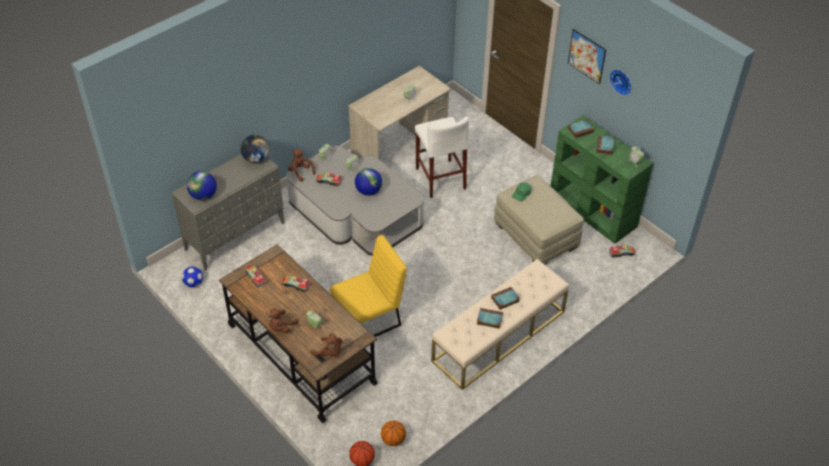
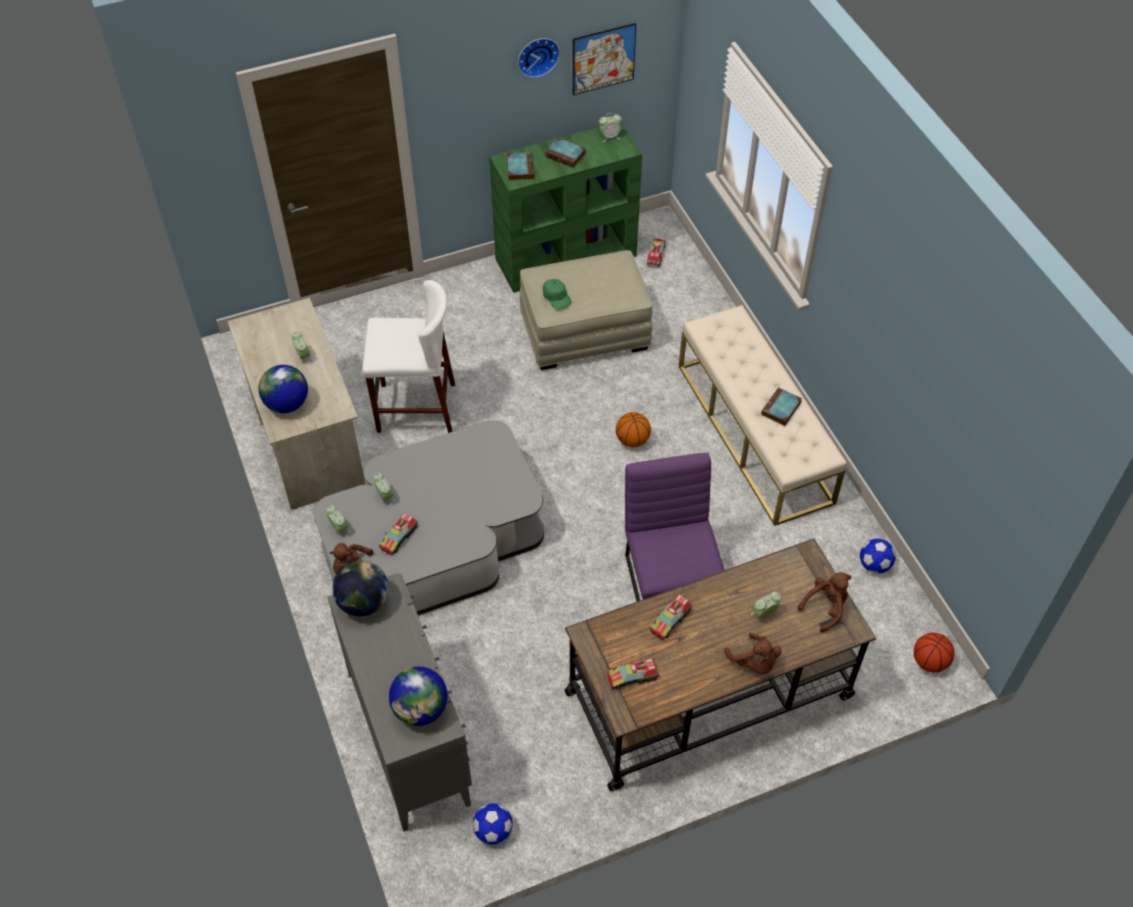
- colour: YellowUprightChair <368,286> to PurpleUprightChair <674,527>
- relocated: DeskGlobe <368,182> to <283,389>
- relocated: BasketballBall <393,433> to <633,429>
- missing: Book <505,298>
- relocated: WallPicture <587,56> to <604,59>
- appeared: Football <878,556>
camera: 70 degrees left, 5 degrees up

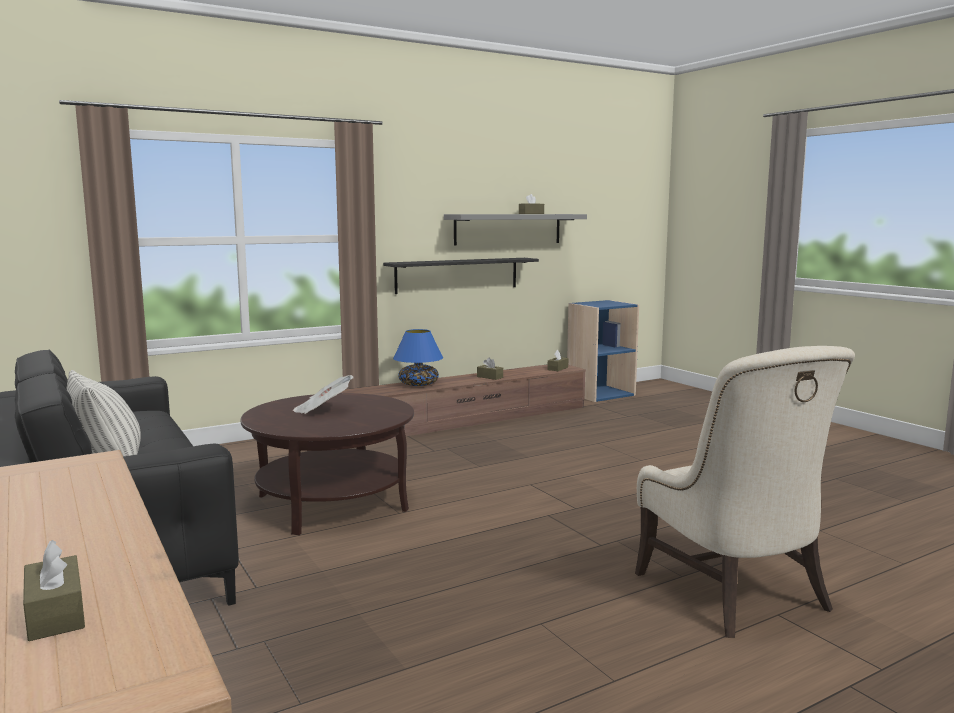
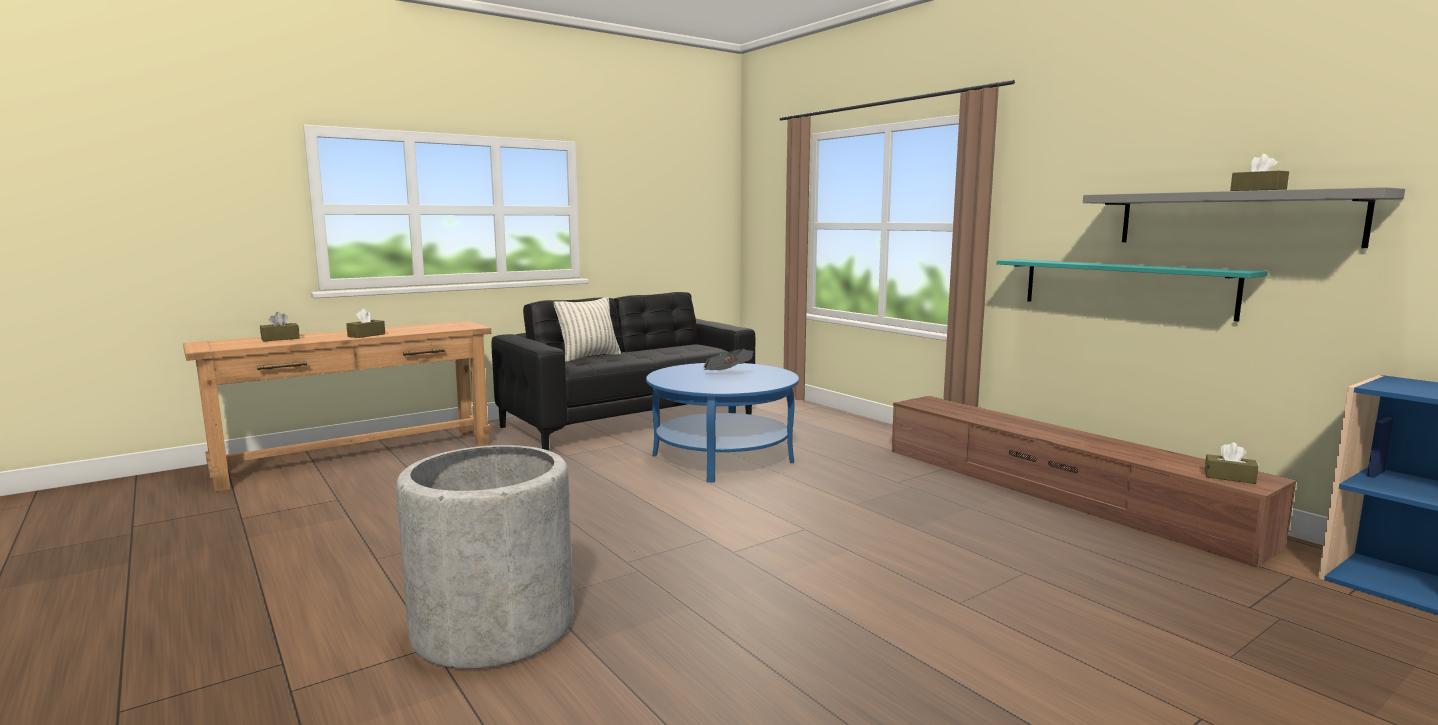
- colour: BrownCoffeeTable <327,464> to BlueColouredCoffeeTable <722,423>
- colour: BlackColouredBracketShelf <461,276> to TurquoiseBracketShelf <1132,290>
- missing: BlueColouredTabletopLamp <418,357>
- relocated: BrownTissueBox <490,368> to <365,323>
- exchanged: BeigeColouredLoungeChair <745,492> to GrayPlantPot <484,557>
camera: 85 degrees right, 0 degrees up

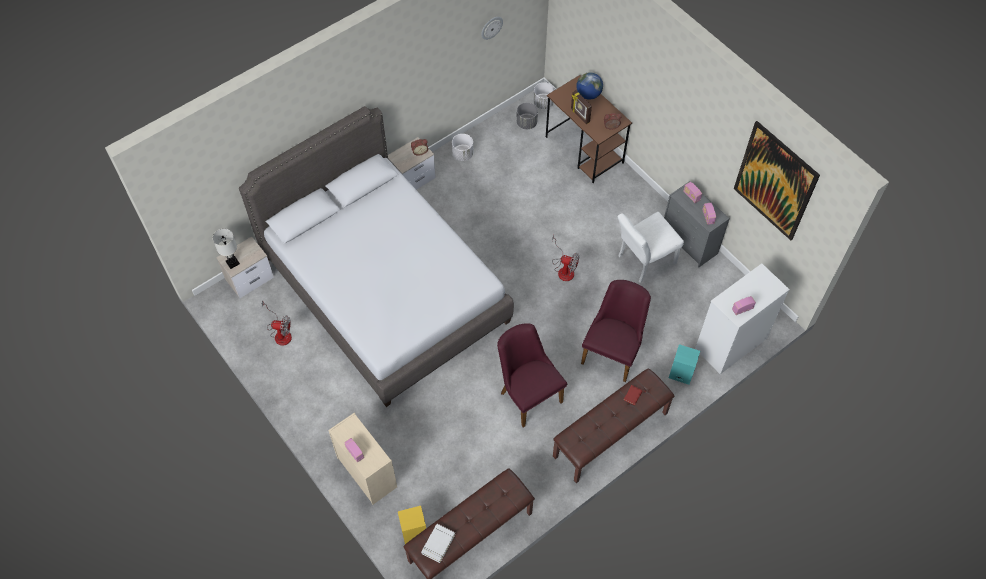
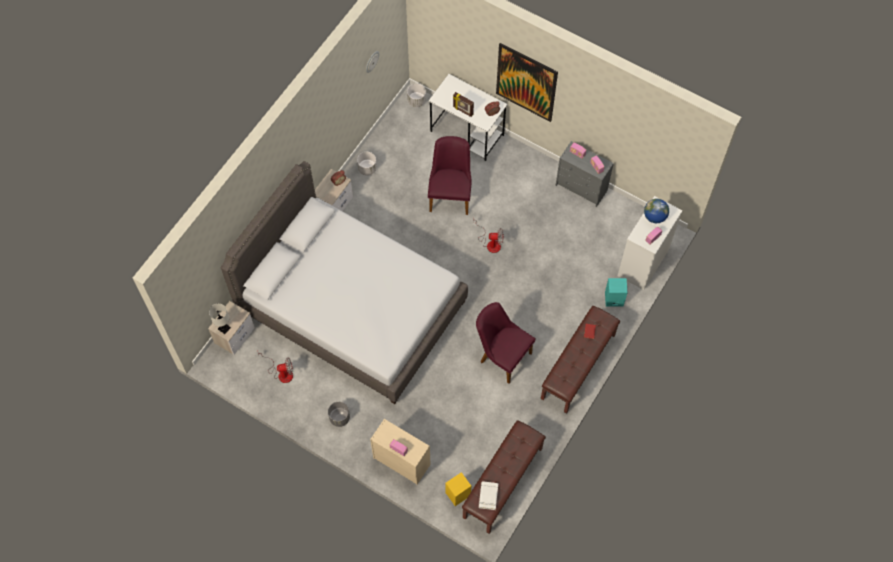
- relocated: GrayPlantPot <527,116> to <339,414>
- colour: BrownDeskUnit <589,129> to WhitishDeskUnit <468,117>
- relocated: DeskGlobe <589,86> to <656,211>
- relocated: PurpleUprightChair <616,331> to <450,175>
- missing: WhitishUprightChair <650,247>
- relocated: WallPicture <777,180> to <527,82>
camera: 20 degrees left, 5 degrees up

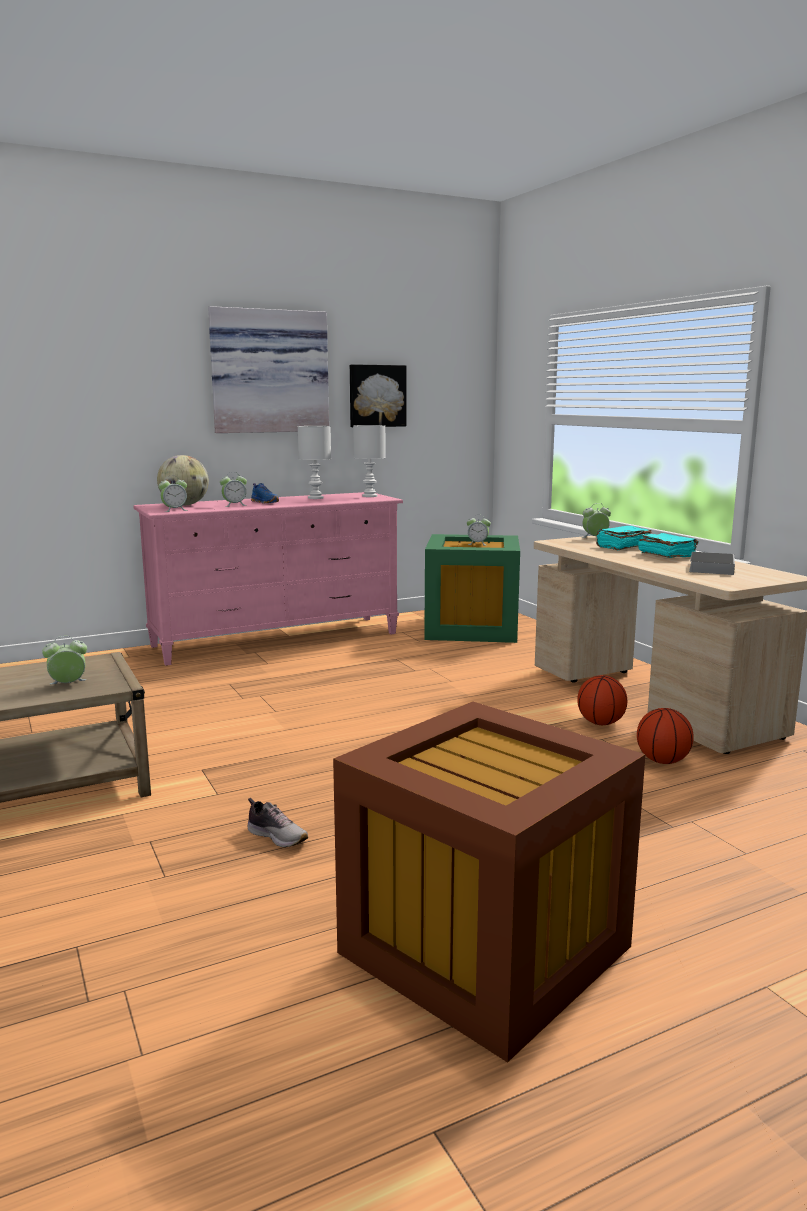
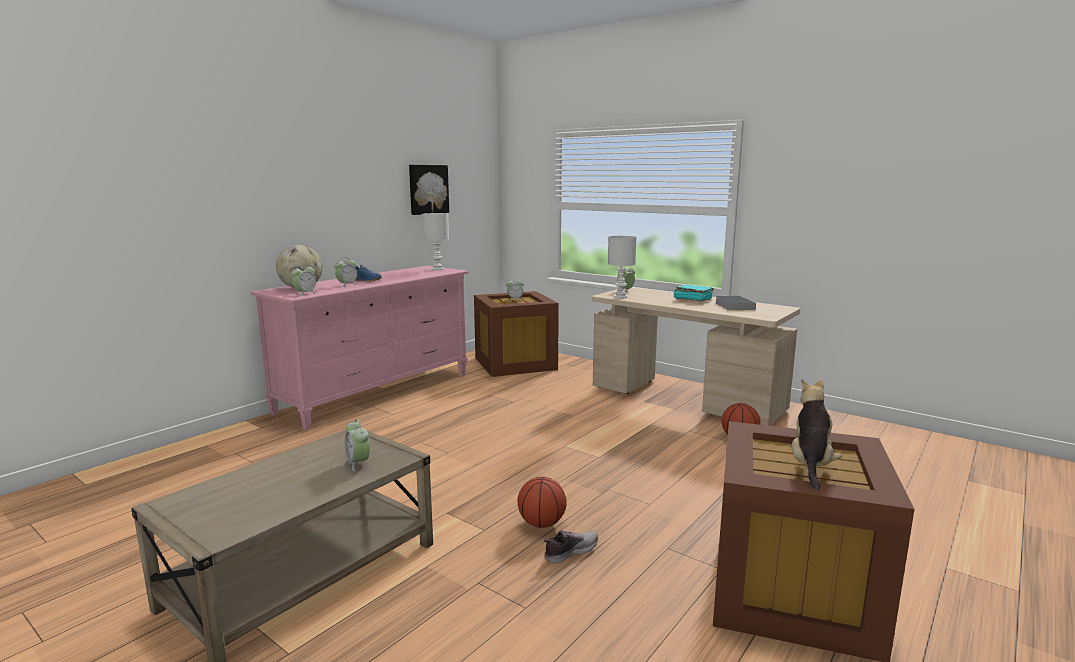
- spun: AlarmClock <64,660> = <357,445> 75 degrees counterclockwise
- missing: WallPicture <268,369>
- spun: Shoe <278,822> = <571,546> 45 degrees counterclockwise
- relocated: WhitishTabletopLamp <314,462> to <622,267>
- colour: GreenColouredStorageBox <472,588> to BrownStorageBox <516,334>
- relocated: BasketballBall <602,700> to <542,502>
- missing: TurquoiseBook <624,538>
- appeared: PlushToy <817,434>
camera: 25 degrees left, 0 degrees up

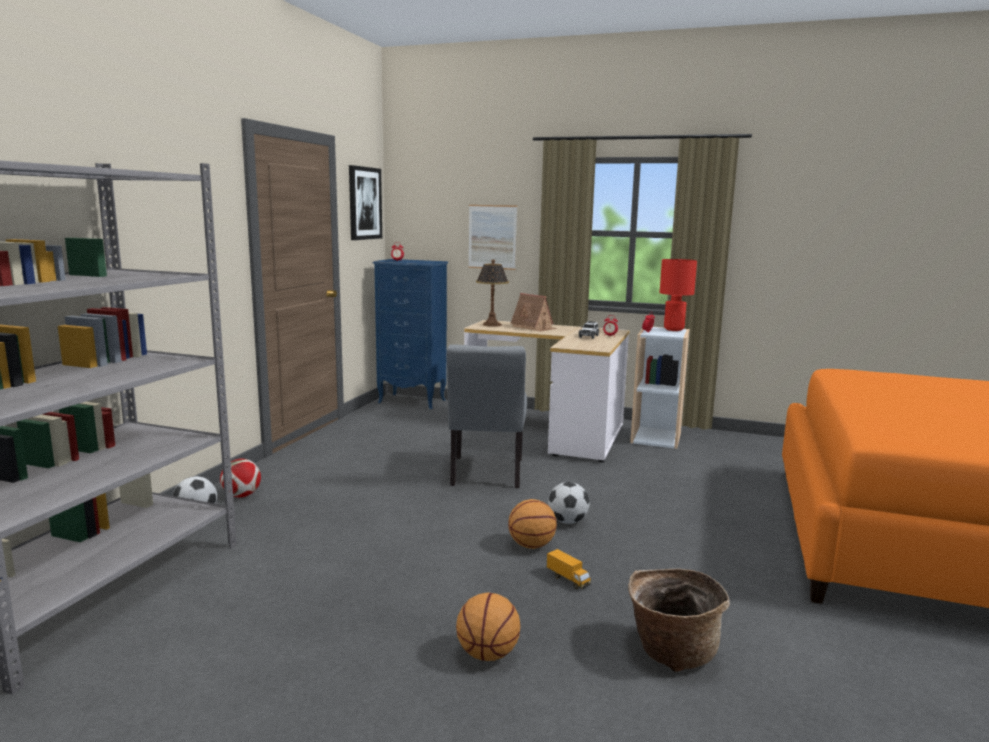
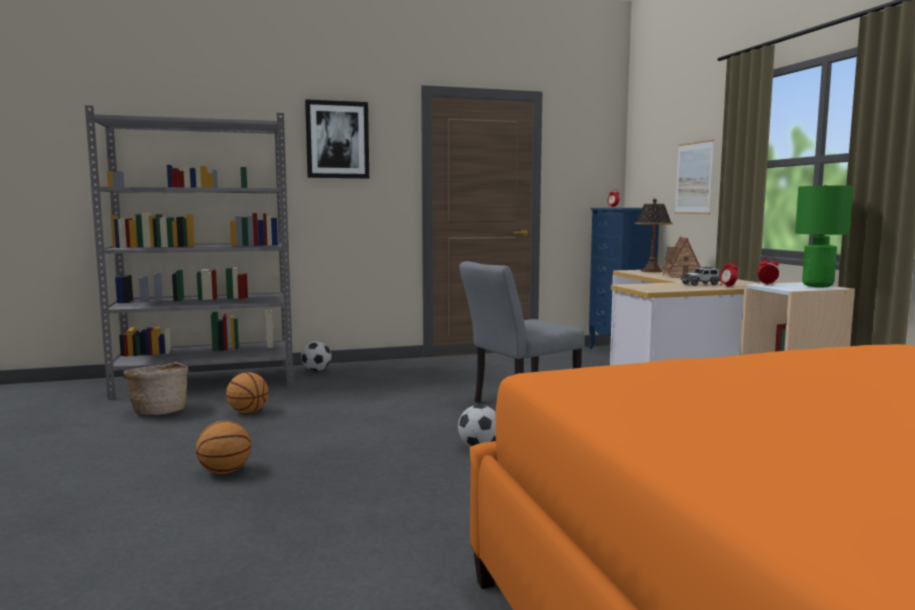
- missing: Football <240,478>
- relocated: WallPicture <365,202> to <337,138>
- relocated: BasketballBall <532,524> to <247,392>
- missing: ModelTruck <569,569>
- relocated: HouseholdBasket <679,620> to <155,388>
- colour: RedColouredTabletopLamp <678,295> to GreenColouredTabletopLamp <824,236>
camera: 55 degrees right, 5 degrees down

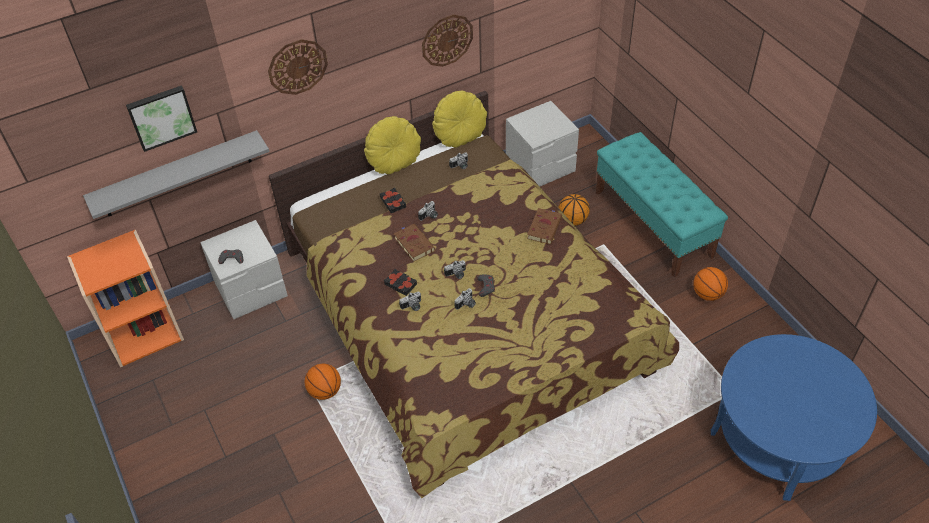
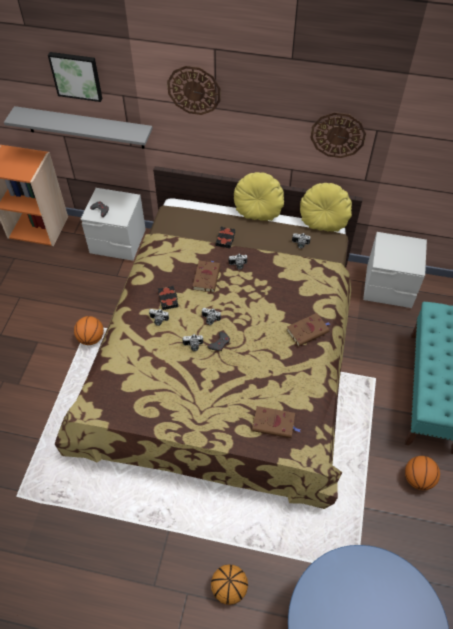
- relocated: BasketballBall <574,210> to <229,584>
- appeared: BrownBook <276,422>
camera: 40 degrees right, 5 degrees up

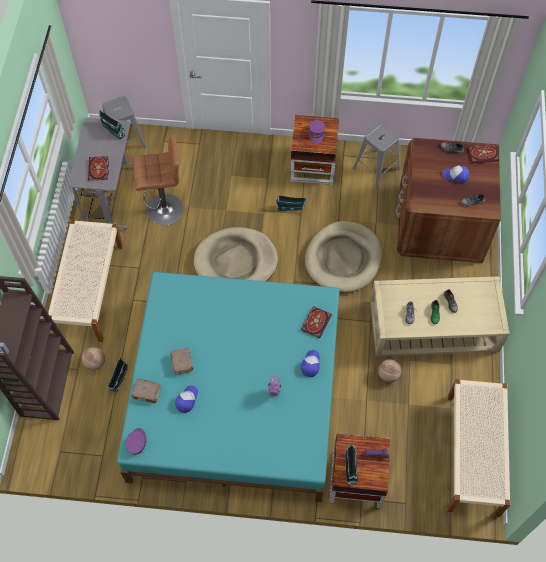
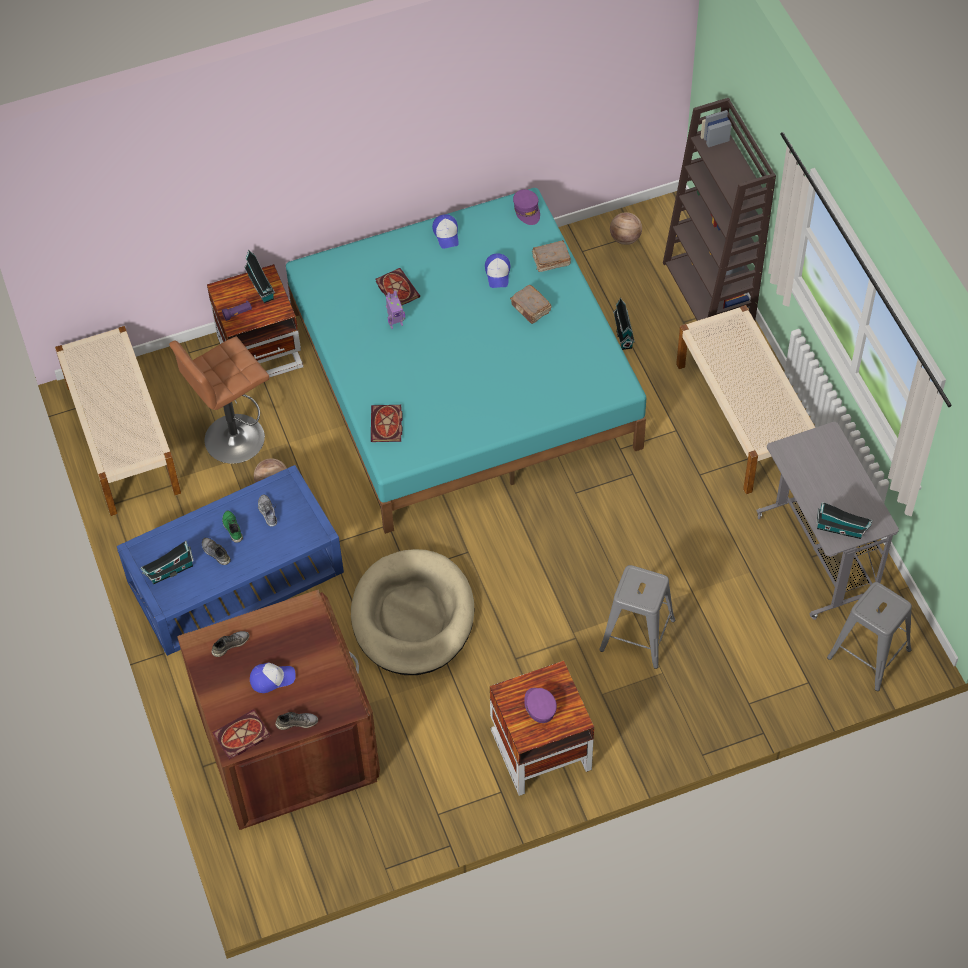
- relocated: BasketballBall <93,358> to <626,228>
- relocated: Book <98,168> to <397,286>
- relocated: BrownStoolSeat <157,179> to <219,400>
- missing: BeigeColouredDogBed <236,254>
- relocated: ModelHouse <291,203> to <167,563>
- relocated: PeakedCap <310,363> to <445,231>
- relocated: GrayStoolSeat <376,156> to <637,617>
- colour: BeigeColouredCoffeeTable <440,316> to BlueColouredCoffeeTable <230,560>
camera: 155 degrees right, 5 degrees down

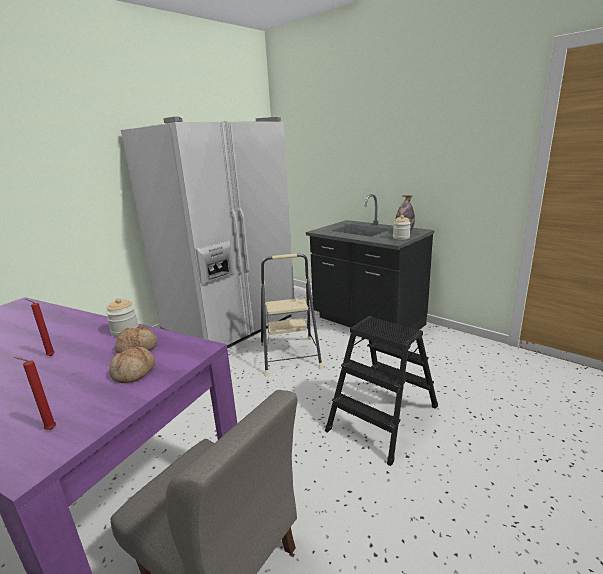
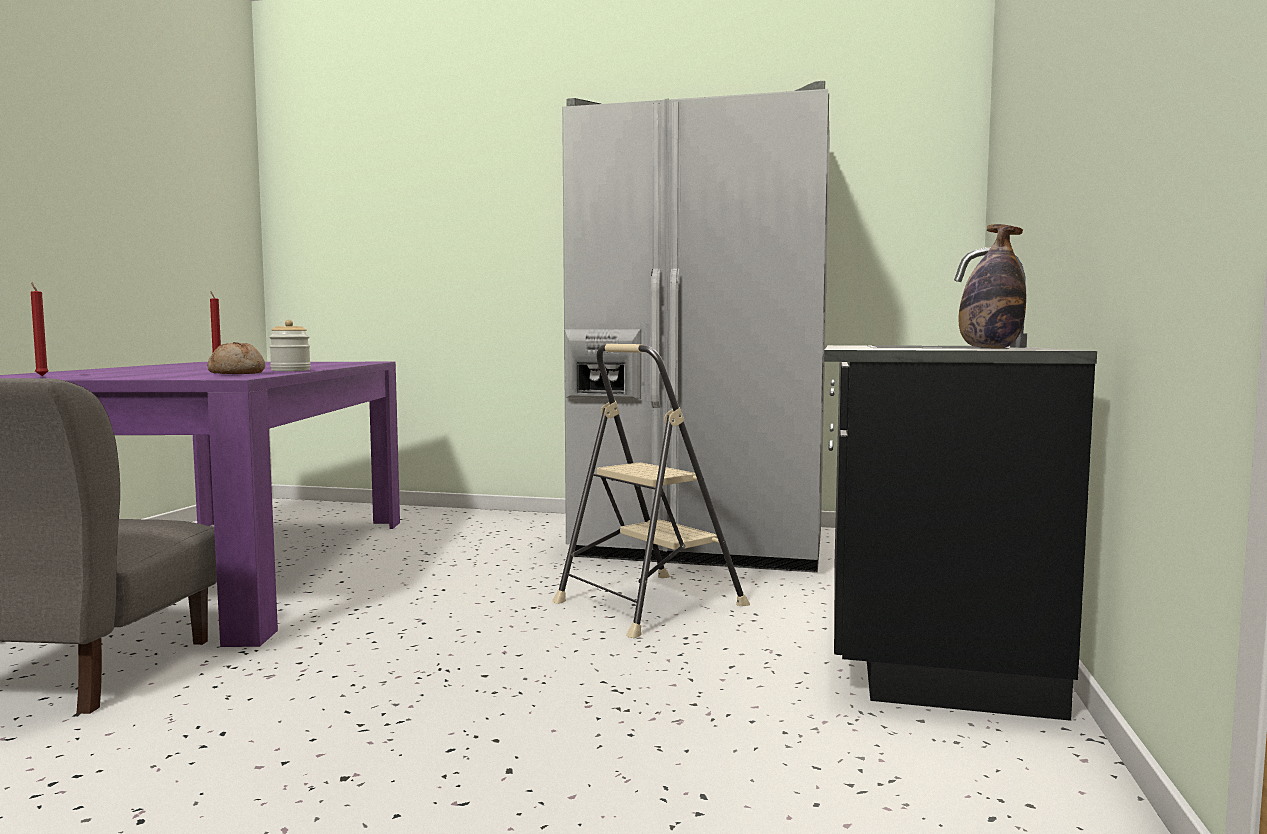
- missing: BakeryBread <132,364>
- missing: BlackColouredStepLadder <381,391>
- missing: PreserveJar <402,227>
camera: 60 degrees right, 15 degrees down

